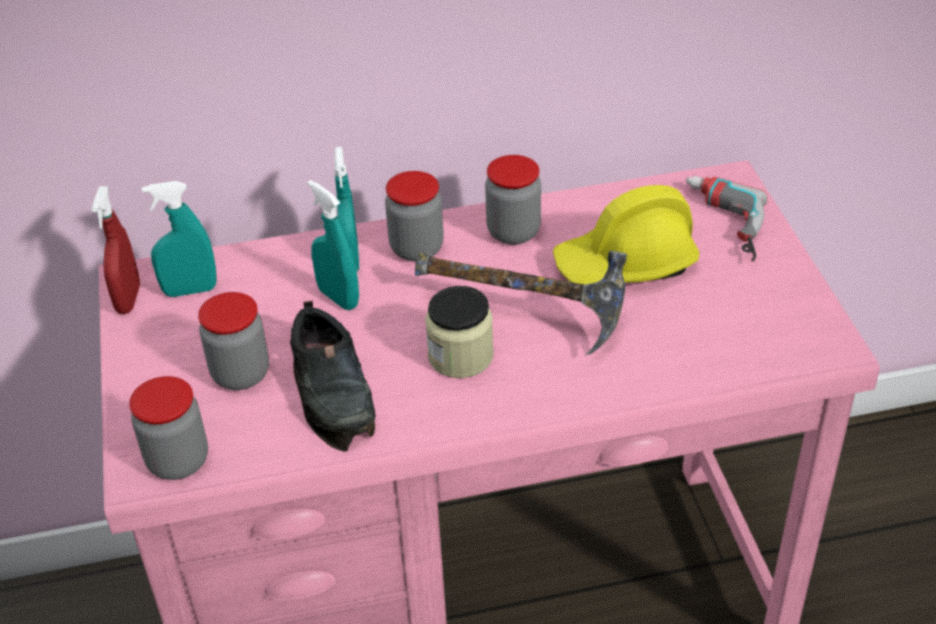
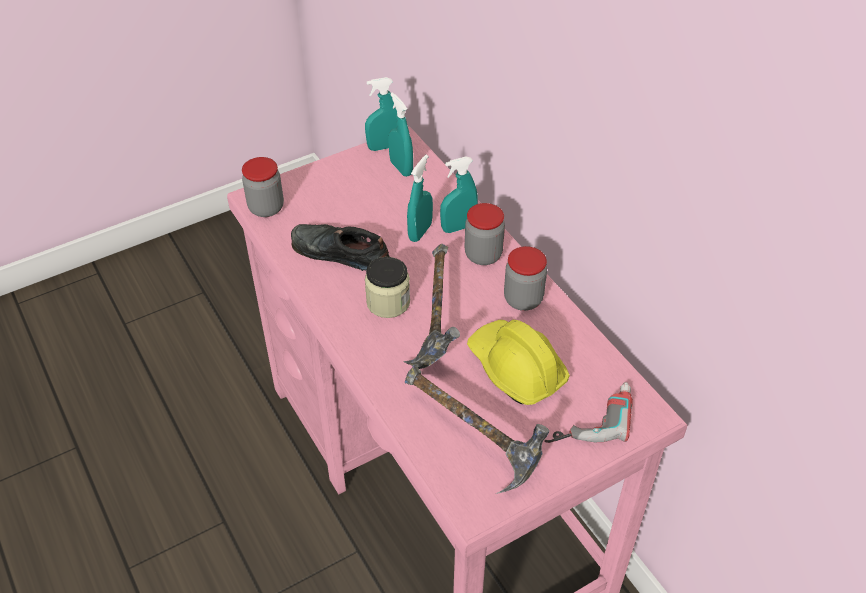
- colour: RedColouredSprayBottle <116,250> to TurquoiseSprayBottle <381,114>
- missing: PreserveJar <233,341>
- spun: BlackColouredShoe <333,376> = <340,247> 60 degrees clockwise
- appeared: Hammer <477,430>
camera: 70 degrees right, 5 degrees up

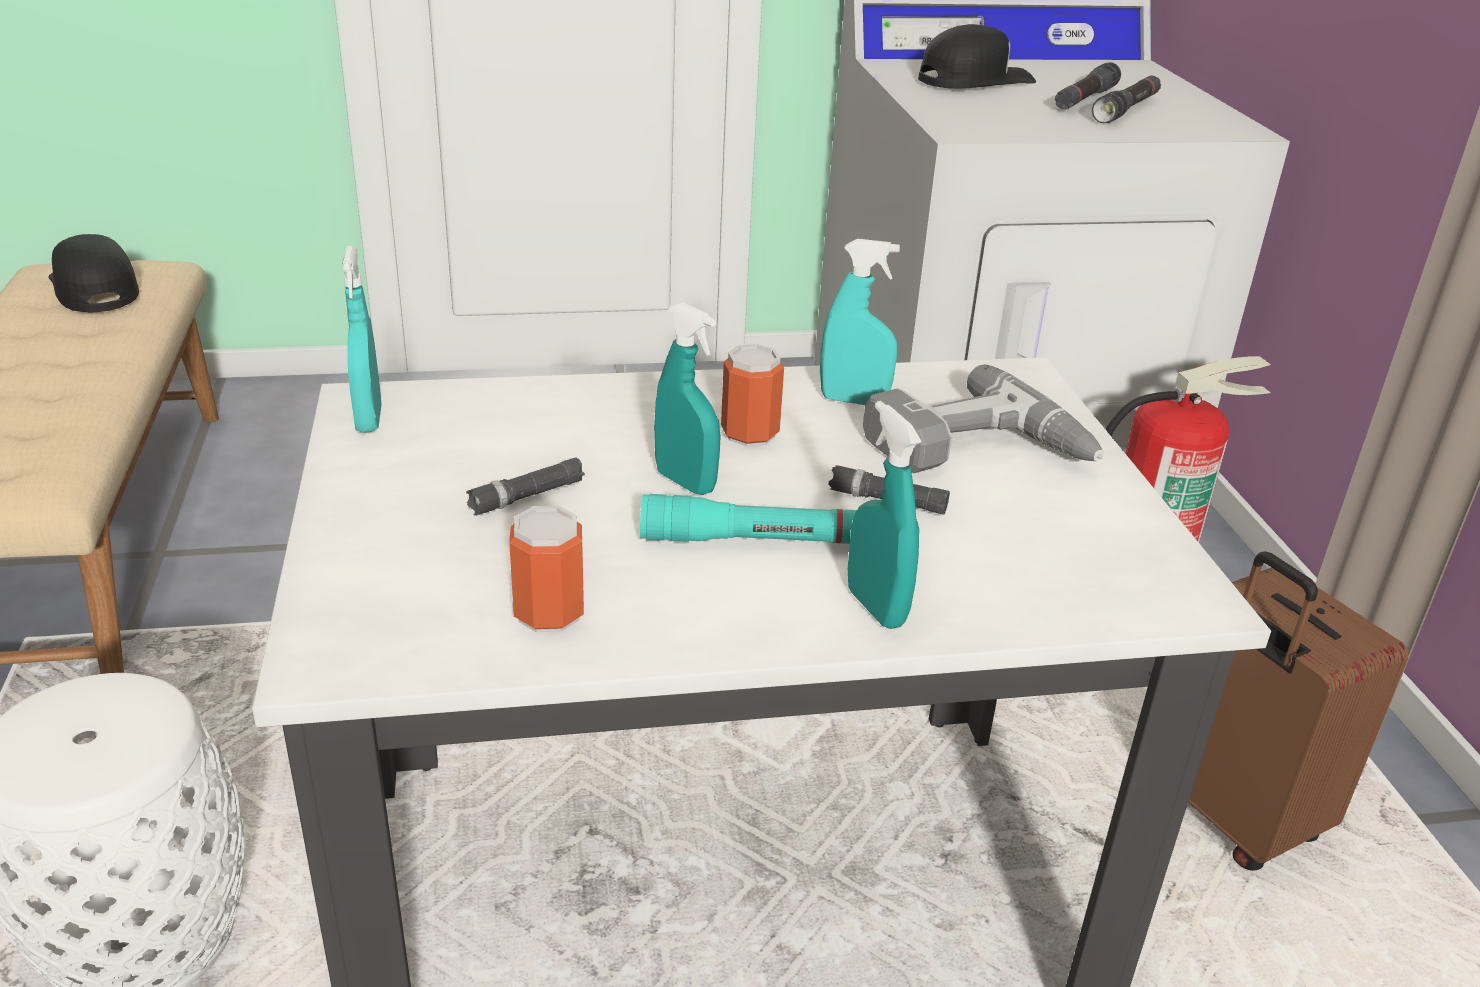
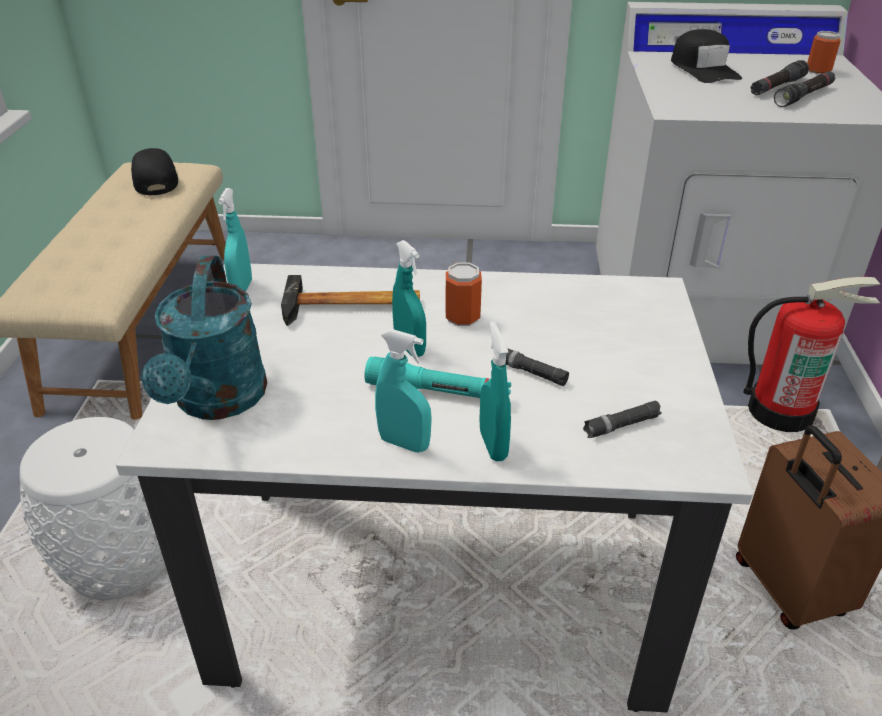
- relocated: BlackColouredTorch <525,486> to <622,419>
- relocated: MetalCan <546,569> to <824,52>
- relocated: TurquoiseSprayBottle <860,322> to <403,391>
- missing: ElectricDrill <983,418>
- spun: BlackColouredPeakedCap <977,56> = <706,56> 90 degrees clockwise
- appeared: TurquoiseWateringPot <204,338>
- appeared: Hammer <350,300>
camera: 15 degrees right, 5 degrees up

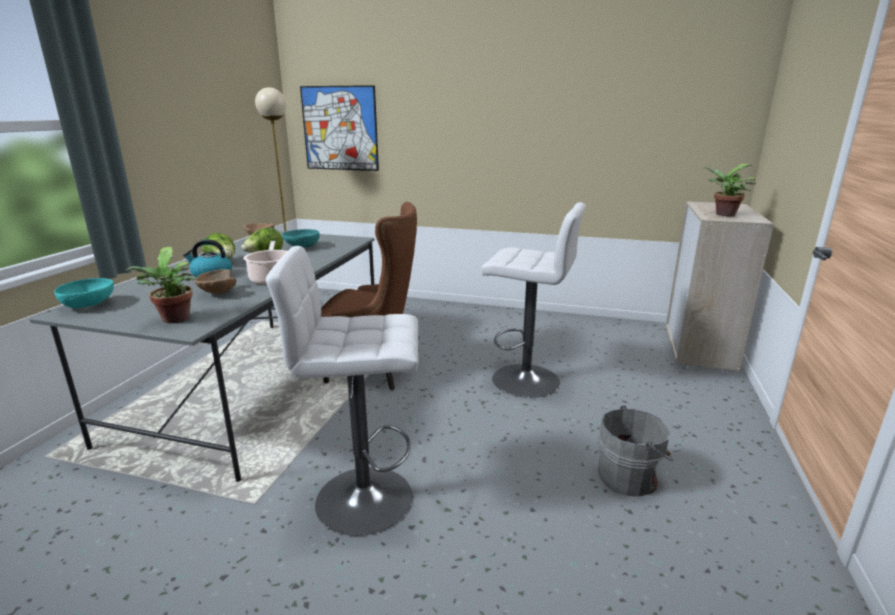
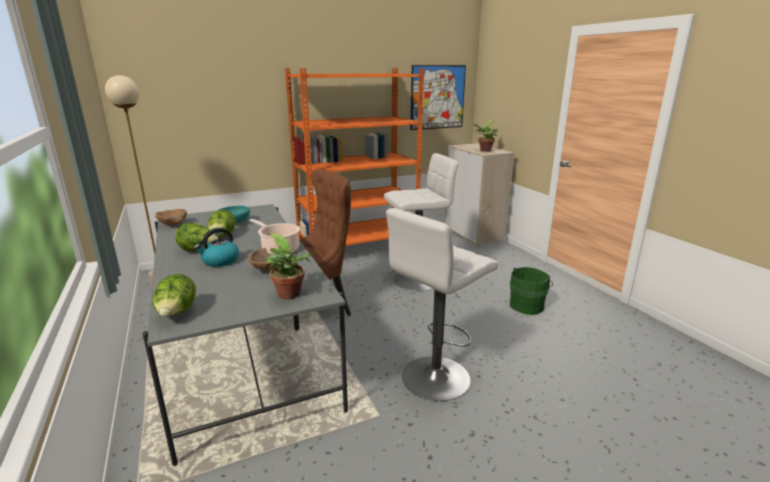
- exchanged: TurquoiseServingBowl <84,293> to Lettuce <174,295>
- relocated: WallPicture <339,128> to <438,97>
- colour: GrayPail <635,451> to GreenColouredPail <531,291>
- appeared: OrangeShelvingUnit <354,157>
camera: 40 degrees left, 0 degrees up

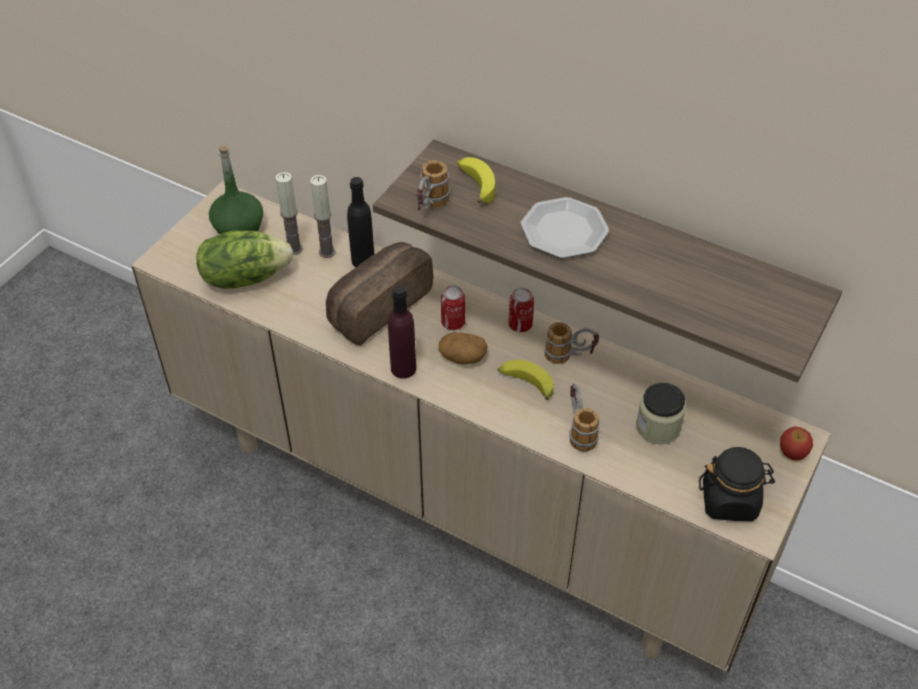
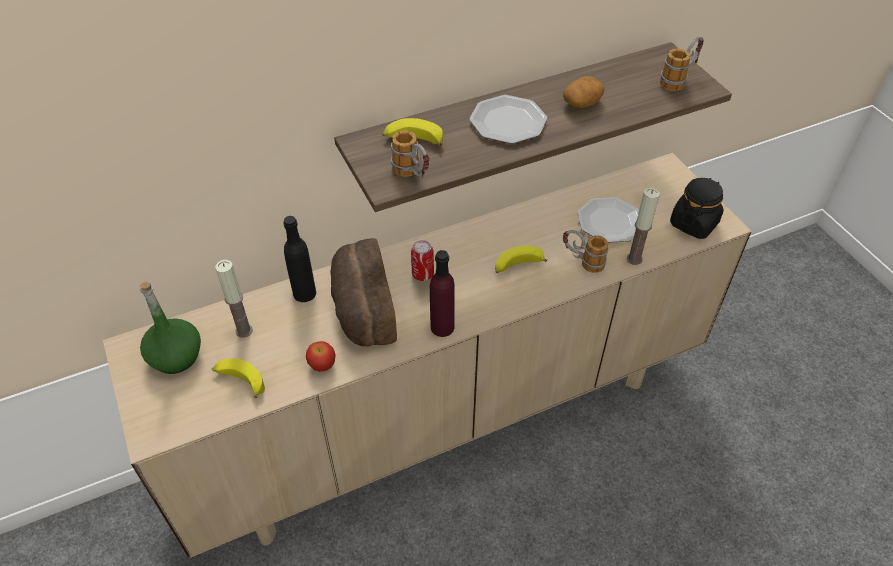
- exchanged: Lettuce <244,259> to BananaFruit <238,378>
- relocated: WaxCandle <322,216> to <643,226>
- relocated: Spud <463,349> to <583,92>
- missing: MetalCan <521,310>
- relocated: TeaMug <571,343> to <682,63>
- exchanged: PreserveJar <661,413> to FlatDish <608,219>
- relocated: Apple <796,443> to <320,356>
camera: 55 degrees left, 0 degrees up

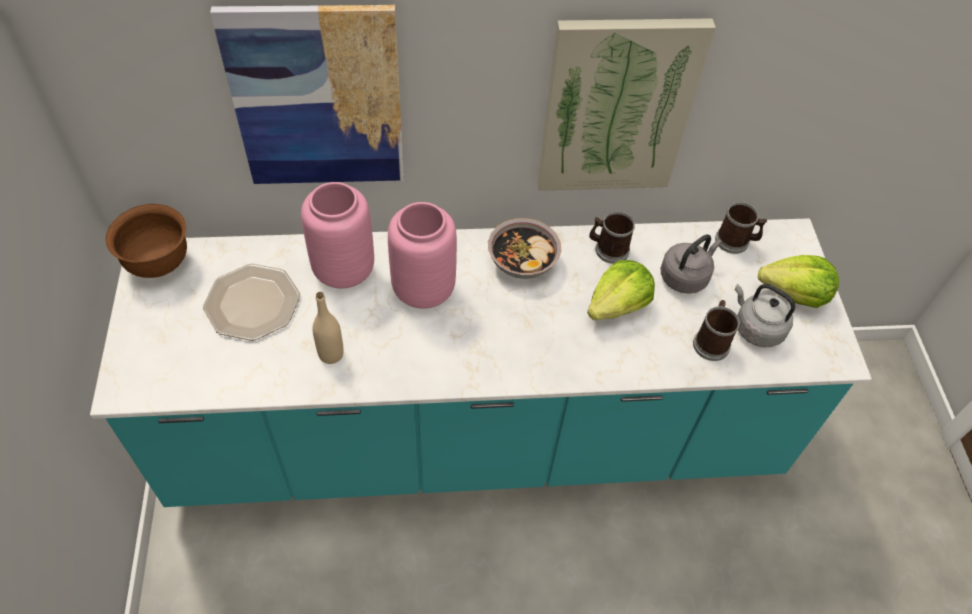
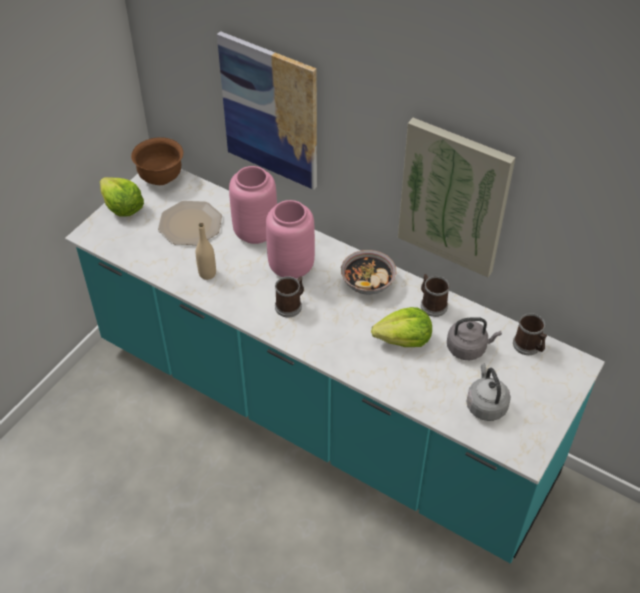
- relocated: TeaMug <716,330> to <289,297>
- relocated: Lettuce <798,281> to <122,196>
camera: 40 degrees right, 5 degrees down

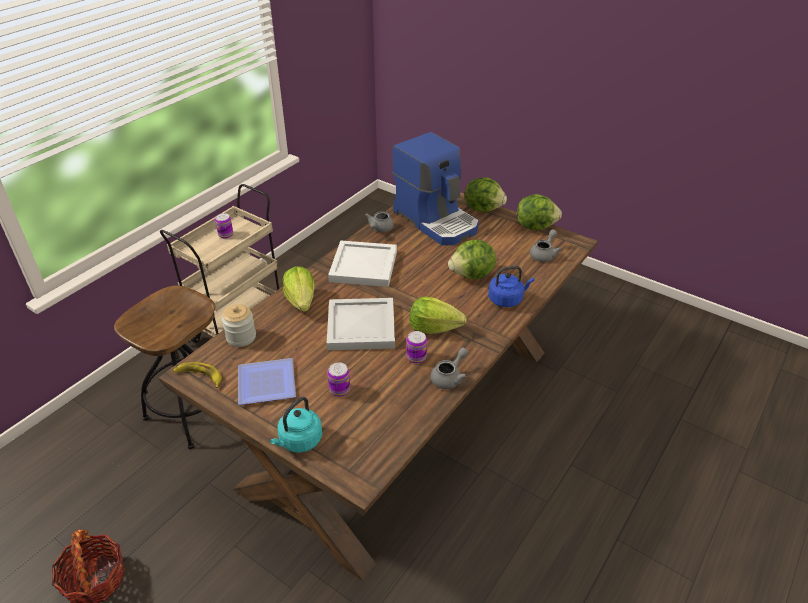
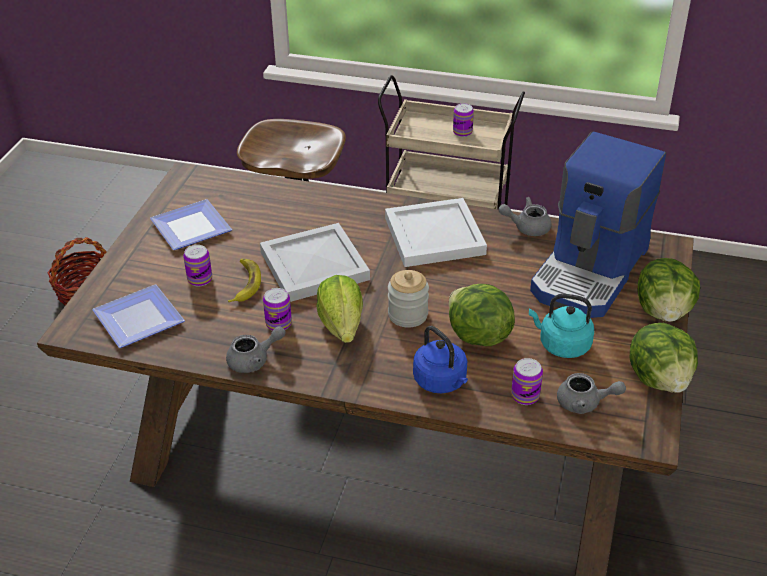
- relocated: BananaFruit <197,375> to <244,280>
- relocated: PreserveJar <239,325> to <408,298>
- relocated: TurquoiseKettle <296,425> to <561,326>
- missing: Lettuce <299,289>
- spun: GrayPotForTea <449,368> = <256,349> 45 degrees counterclockwise
- appeared: FlatDish <138,316>
- appeared: MetalCan <527,381>
camera: 70 degrees right, 0 degrees up

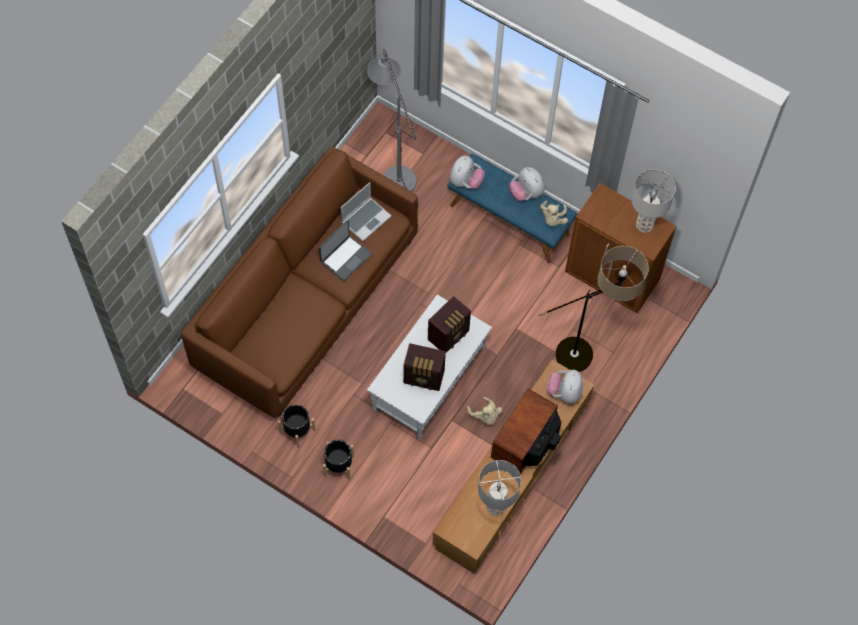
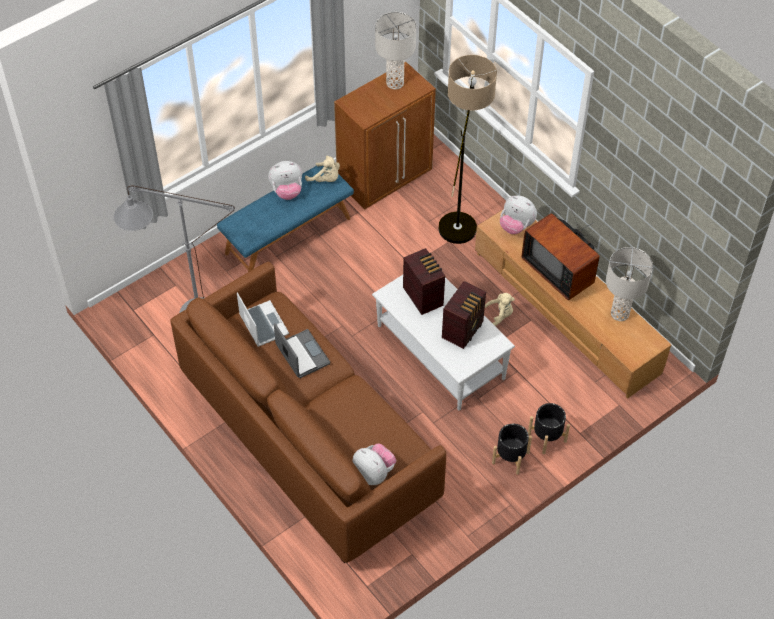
- relocated: BlackColouredPlantPot <297,426> to <549,428>
- relocated: PlushToy <467,172> to <374,464>
camera: 70 degrees left, 10 degrees down

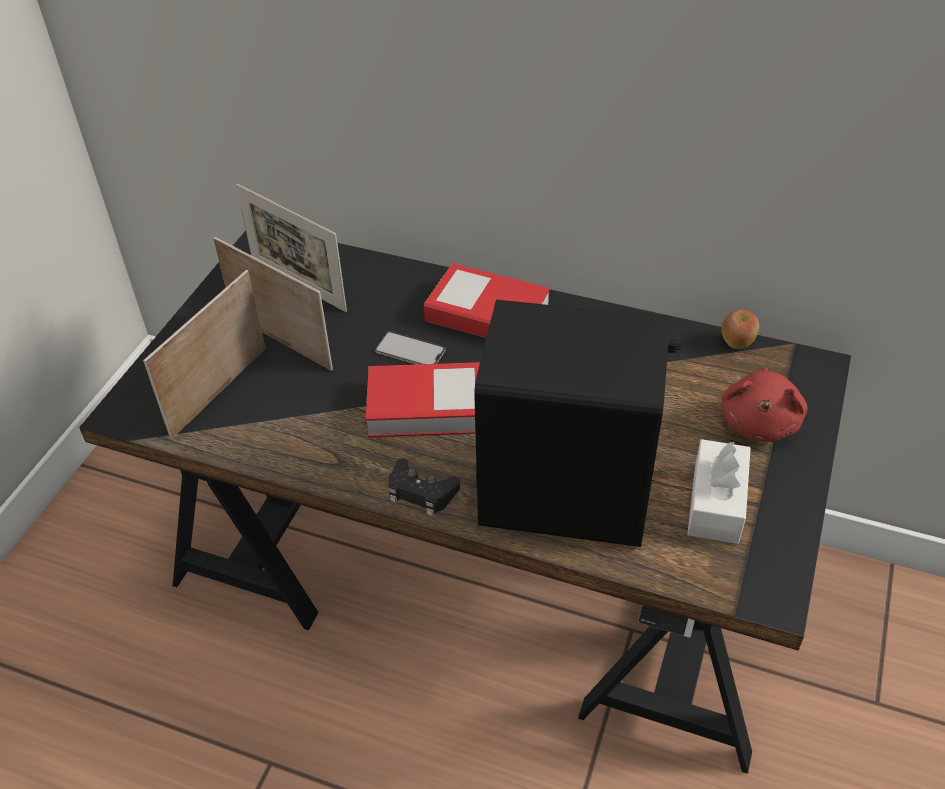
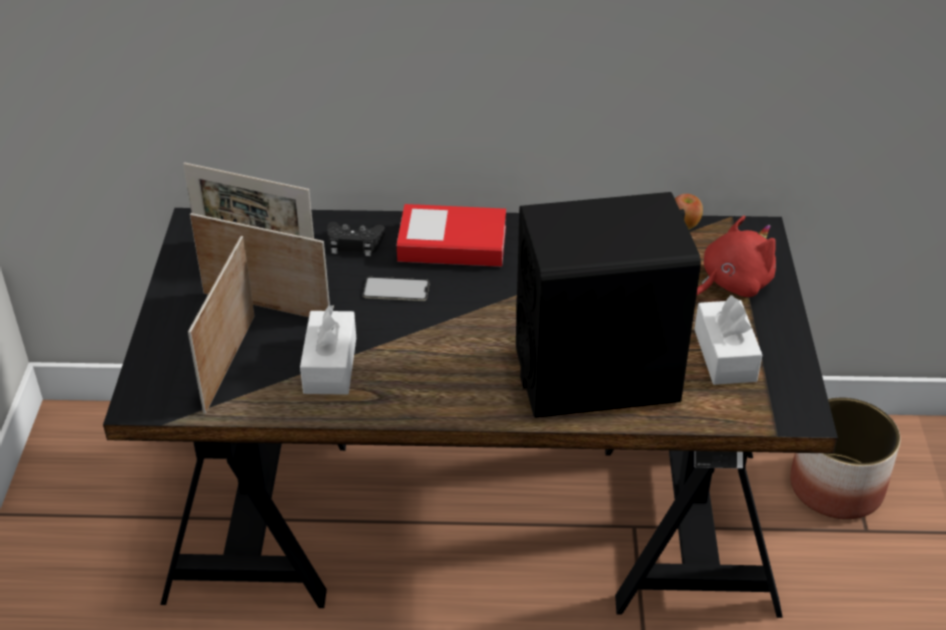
- missing: Book <423,400>
- relocated: BlackColouredGamepad <424,487> to <356,239>
- spun: RedColouredPlushToy <764,405> = <736,256> 120 degrees counterclockwise
- appeared: WhitishTissueBox <328,350>
- appeared: PlantPot <845,458>
camera: 20 degrees left, 5 degrees down

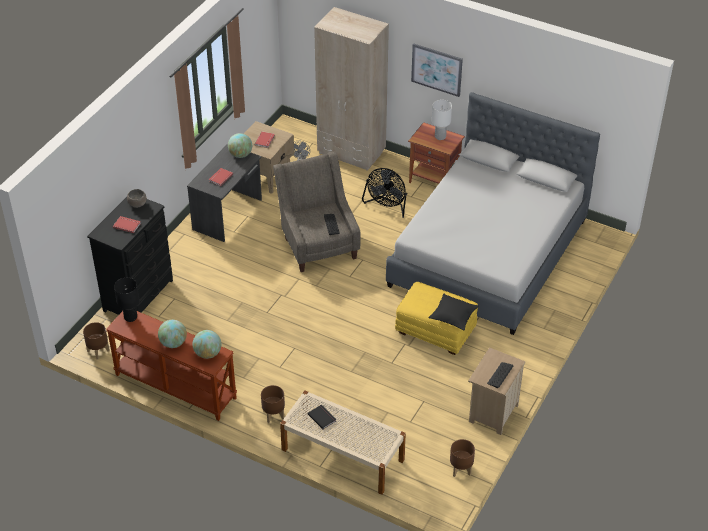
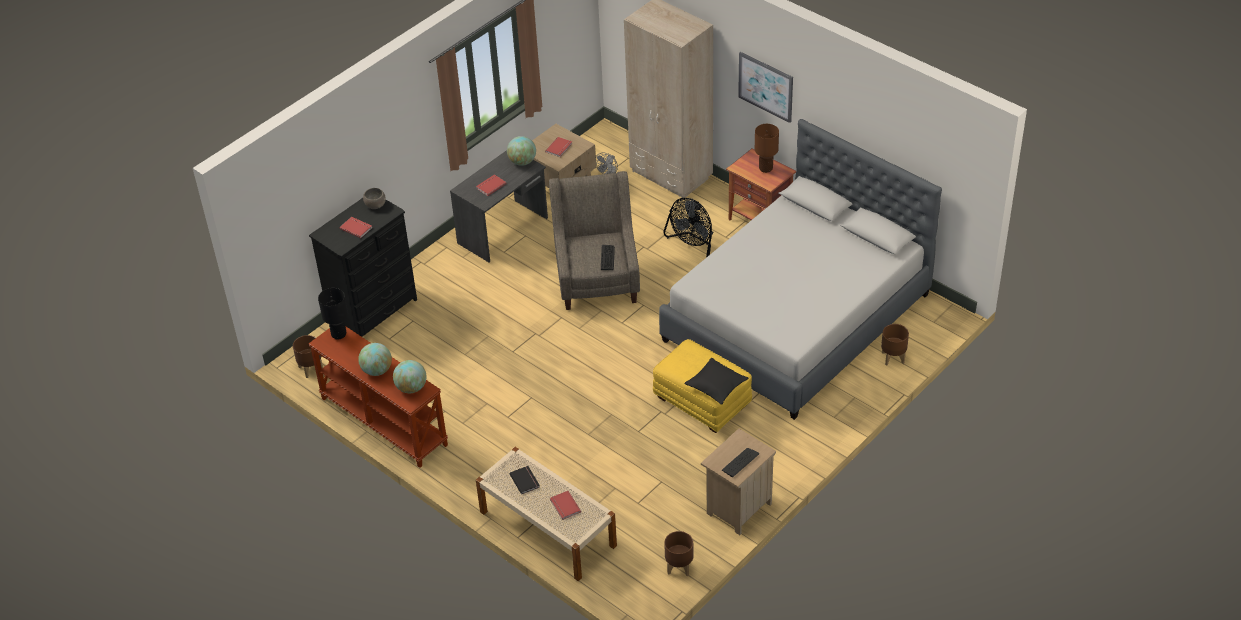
- relocated: BrownPlantPot <273,404> to <895,345>
- colour: WhitishTabletopLamp <442,120> to BrownTabletopLamp <767,148>
- appeared: RedColouredBook <565,505>
camera: 15 degrees right, 0 degrees up

